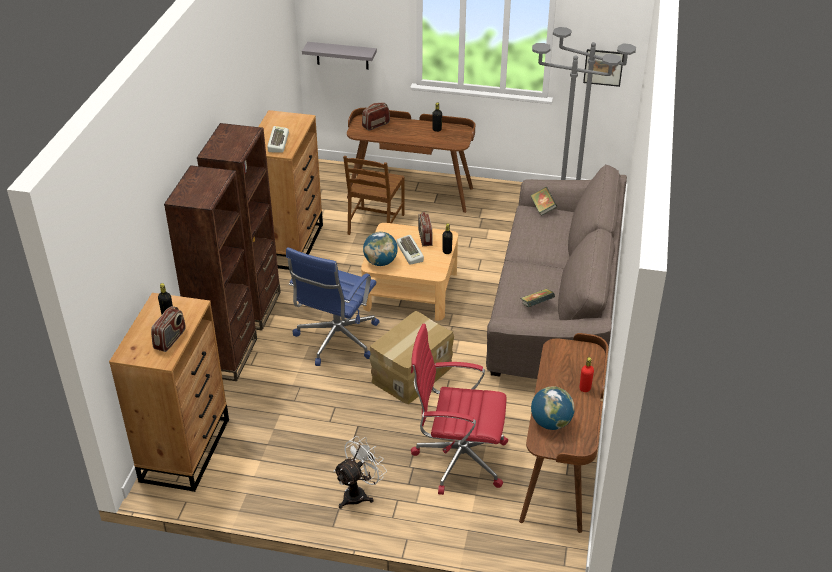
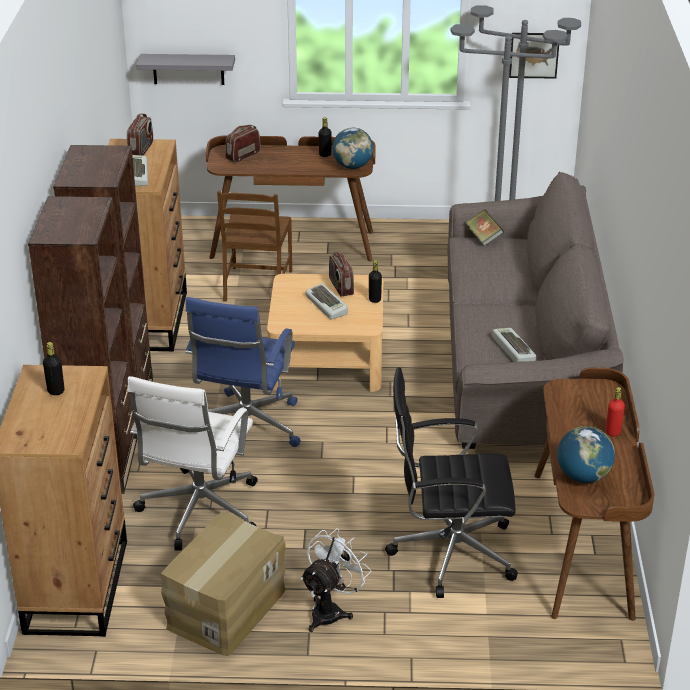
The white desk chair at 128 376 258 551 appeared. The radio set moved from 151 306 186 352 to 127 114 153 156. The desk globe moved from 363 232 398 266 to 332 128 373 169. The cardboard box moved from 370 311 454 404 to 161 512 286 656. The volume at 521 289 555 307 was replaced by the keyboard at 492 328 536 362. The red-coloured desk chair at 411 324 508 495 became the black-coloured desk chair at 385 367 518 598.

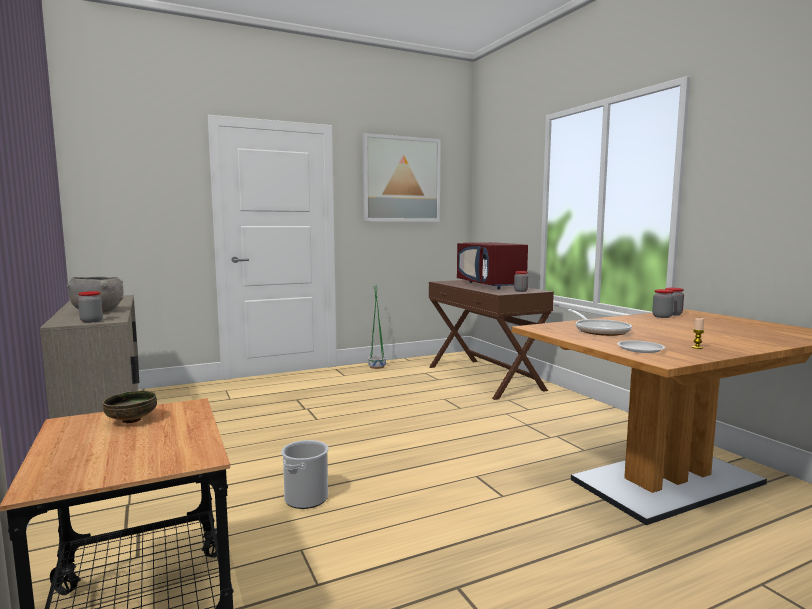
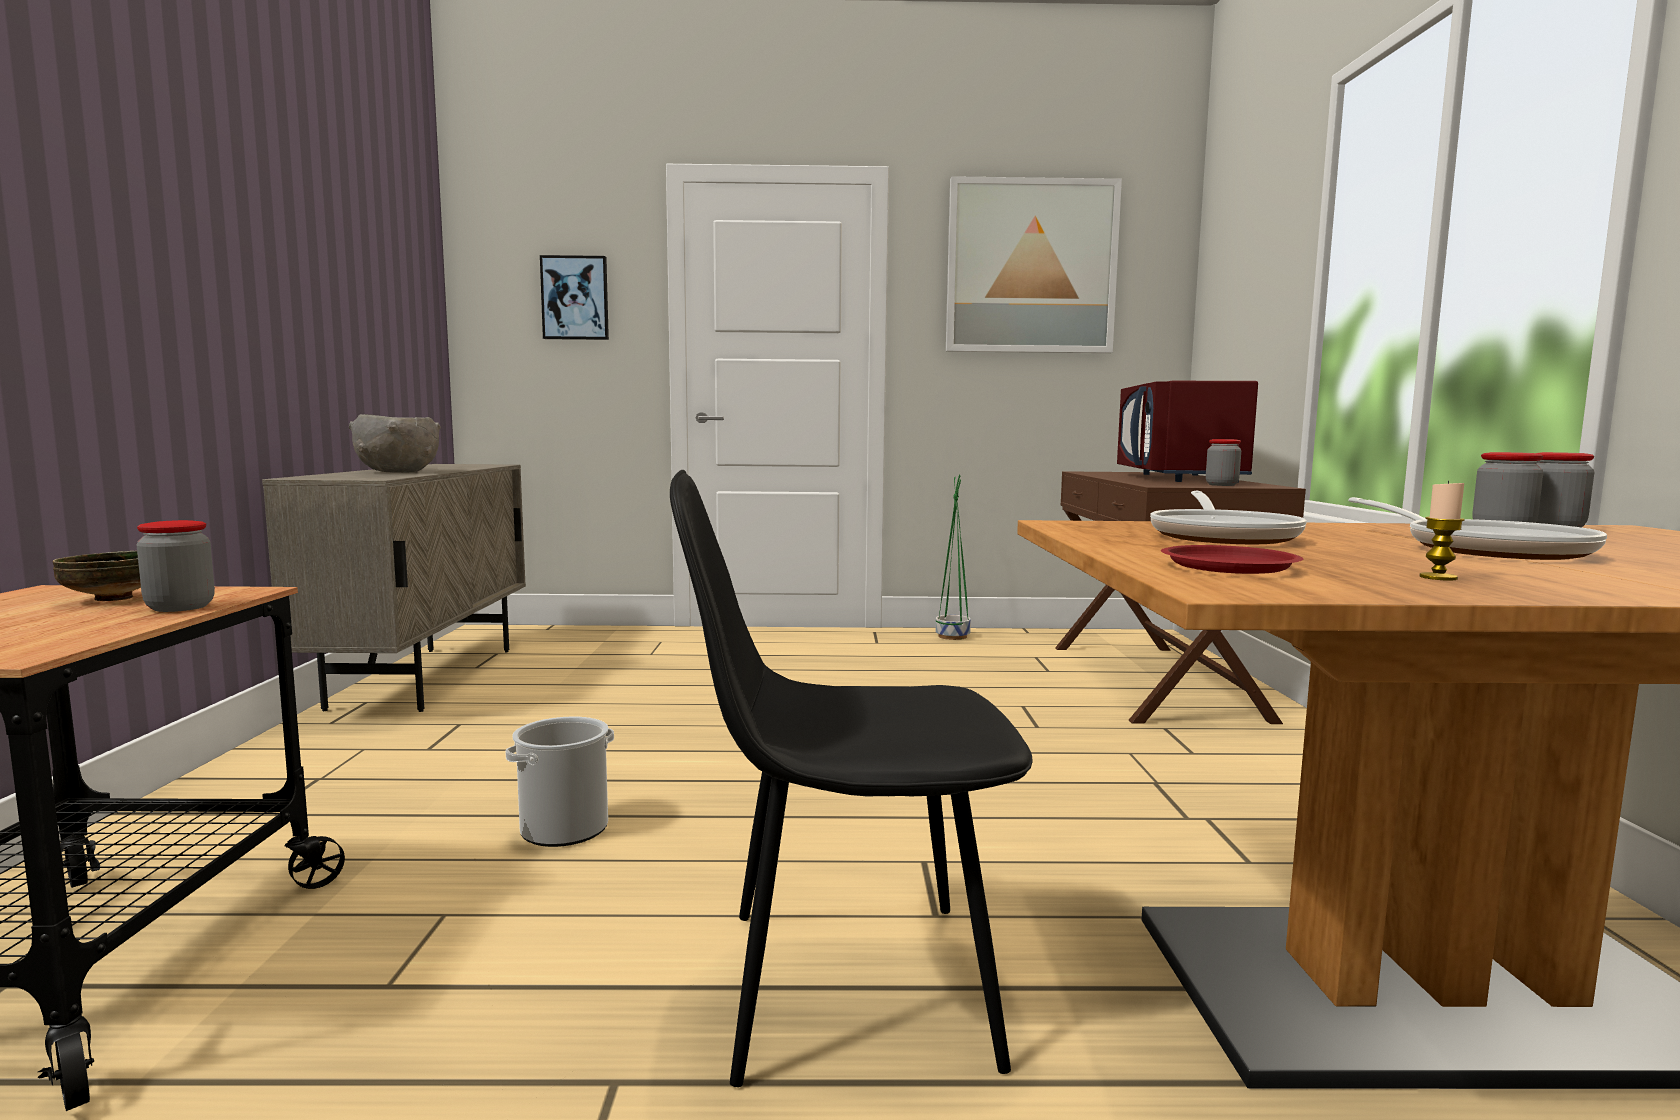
The wall art at 540 255 609 340 appeared. The black-coloured chair at 670 470 1033 1087 appeared. The pan at 1348 497 1607 560 appeared. The jar moved from 78 291 103 323 to 137 520 215 612. The white plate at 617 340 666 353 became the red-coloured plate at 1161 545 1303 574.

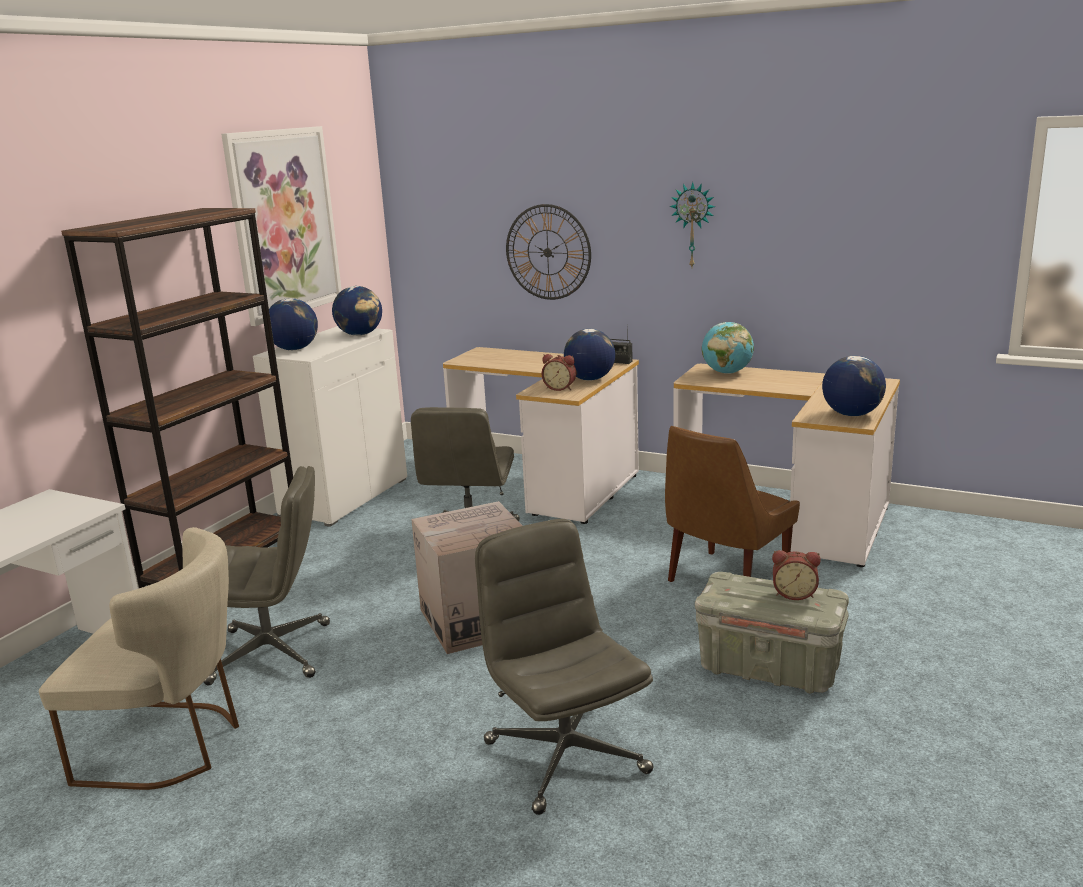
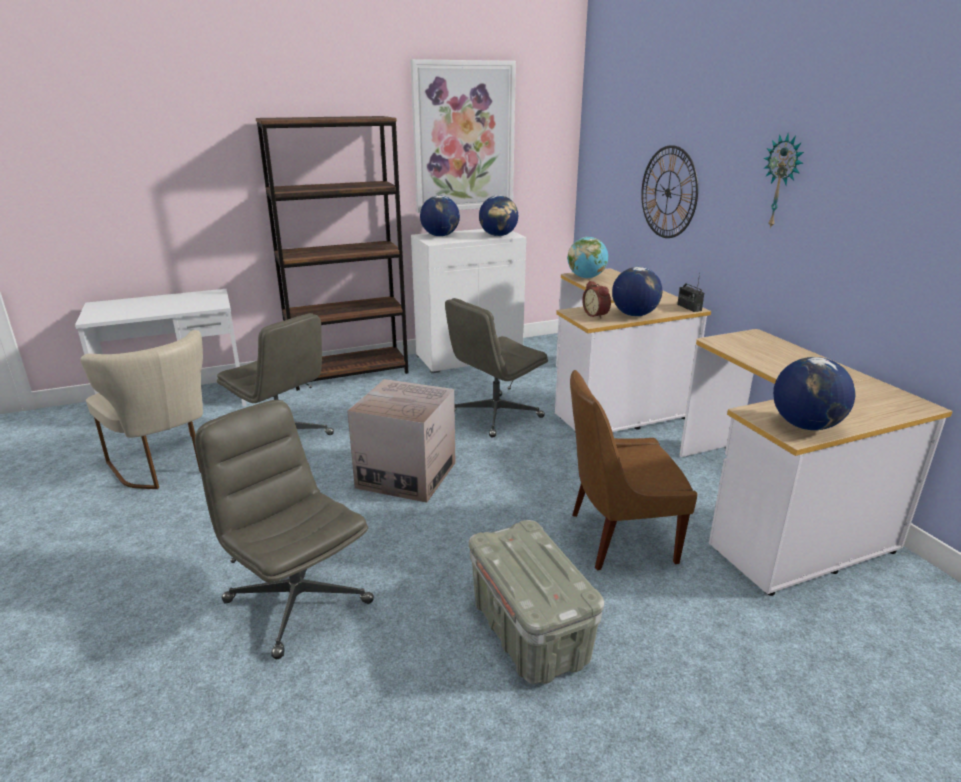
The alarm clock at 772 550 821 600 disappeared. The desk globe moved from 702 322 754 374 to 568 237 608 278. The grey desk chair at 475 519 653 815 turned 60 degrees counterclockwise.

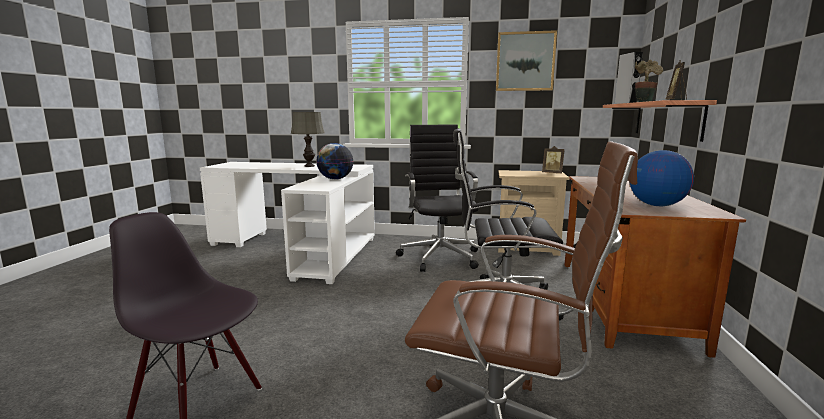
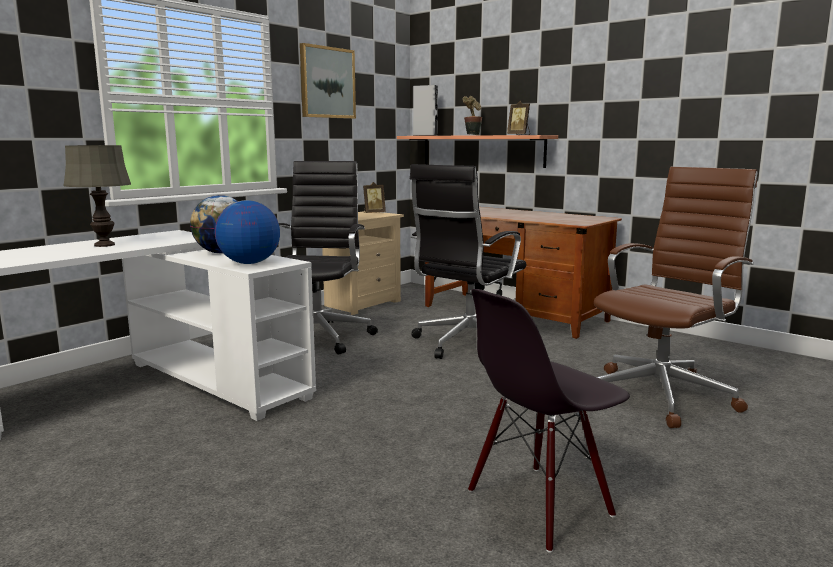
The desk globe moved from 629 150 694 206 to 215 200 280 264. The black-coloured desk chair at 396 125 479 272 turned 75 degrees clockwise.

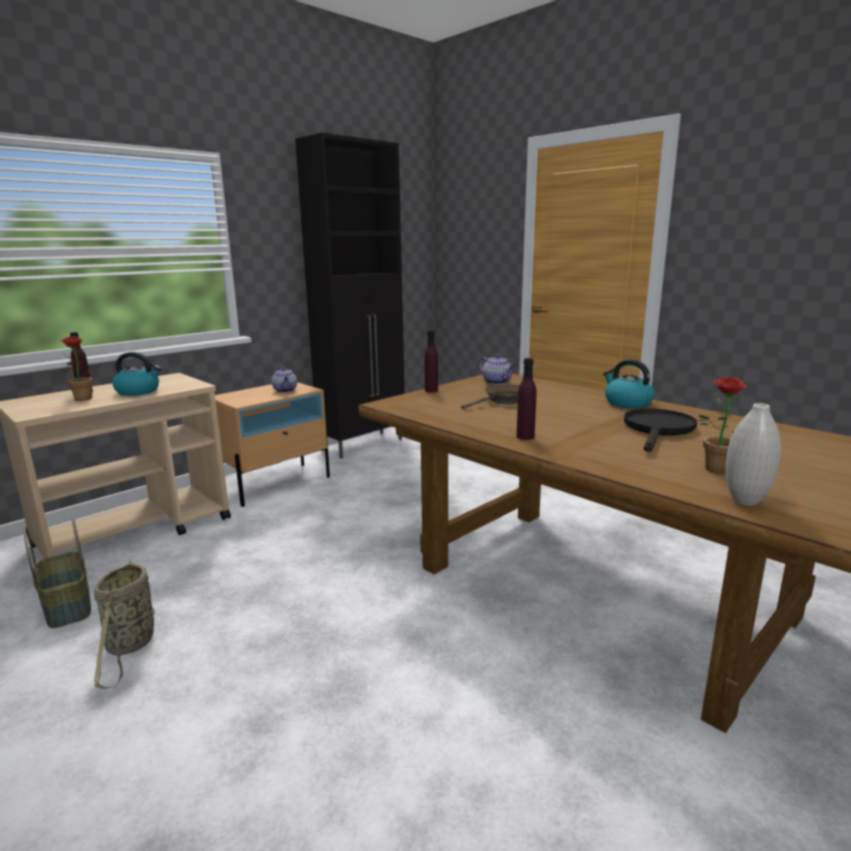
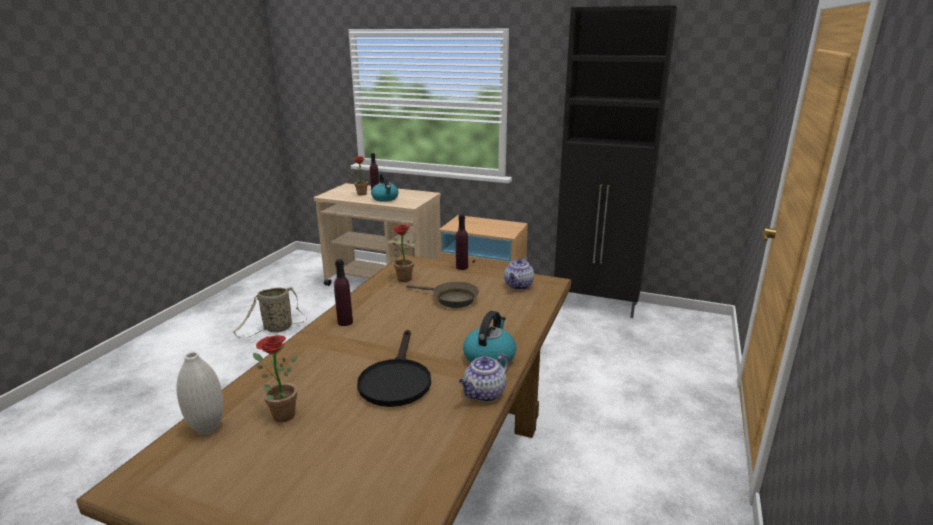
The basket at 23 516 91 628 disappeared. The plant in a pot at 392 225 416 282 appeared. The tea pot moved from 271 367 297 393 to 459 354 509 402. The black-coloured pan at 624 409 697 452 turned 90 degrees clockwise.

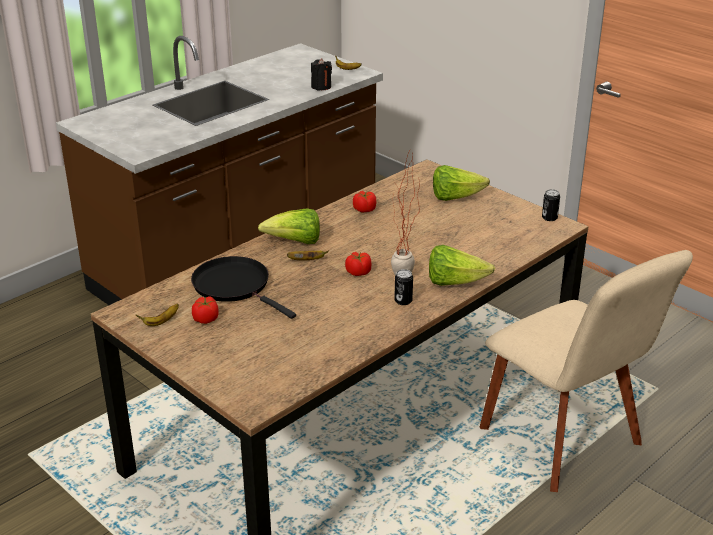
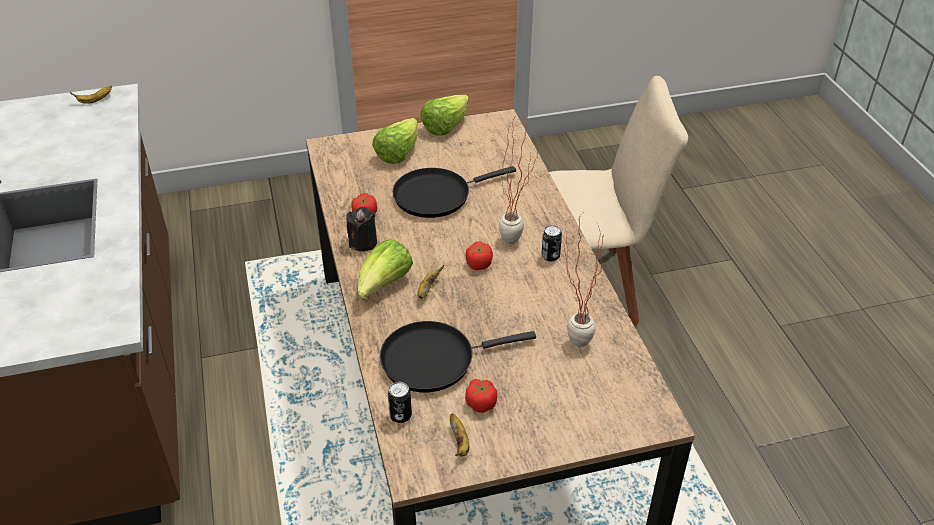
The black-coloured pan at 393 166 516 218 appeared. The plant in a pot at 562 212 604 347 appeared. The black-coloured wax light moved from 311 58 332 90 to 346 207 377 251. The head of lettuce moved from 429 245 495 286 to 420 95 469 136. The metal can moved from 542 189 560 221 to 388 382 412 423.

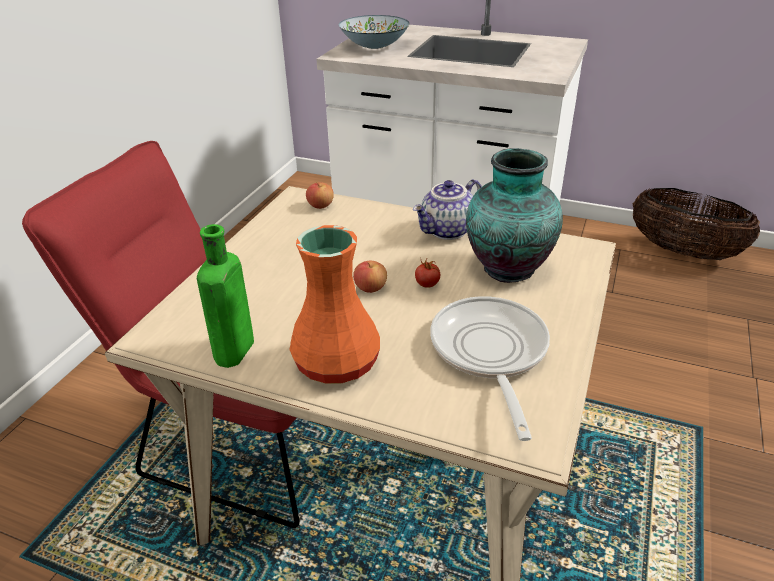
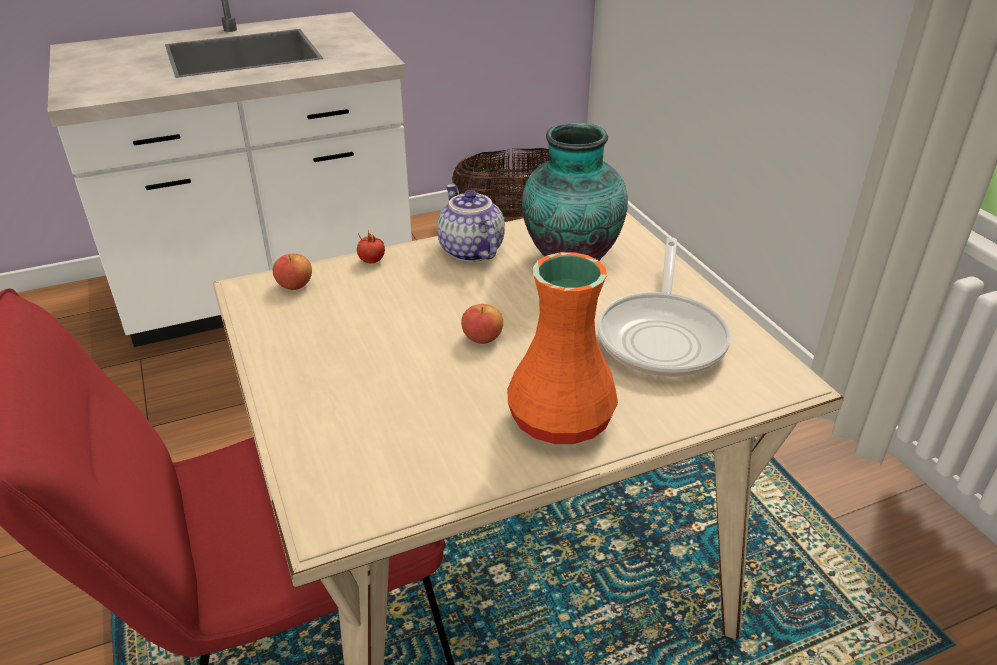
The greenish beverage bottle at 197 224 254 368 disappeared. The deep dish at 339 15 410 49 disappeared. The whole tomato moved from 415 257 440 288 to 357 231 385 263. The tea pot at 413 179 482 240 turned 150 degrees clockwise. The pan at 430 296 550 441 turned 120 degrees counterclockwise.

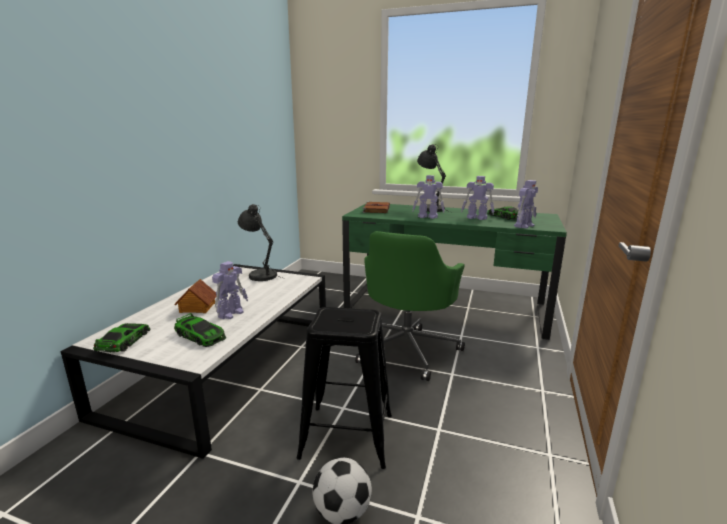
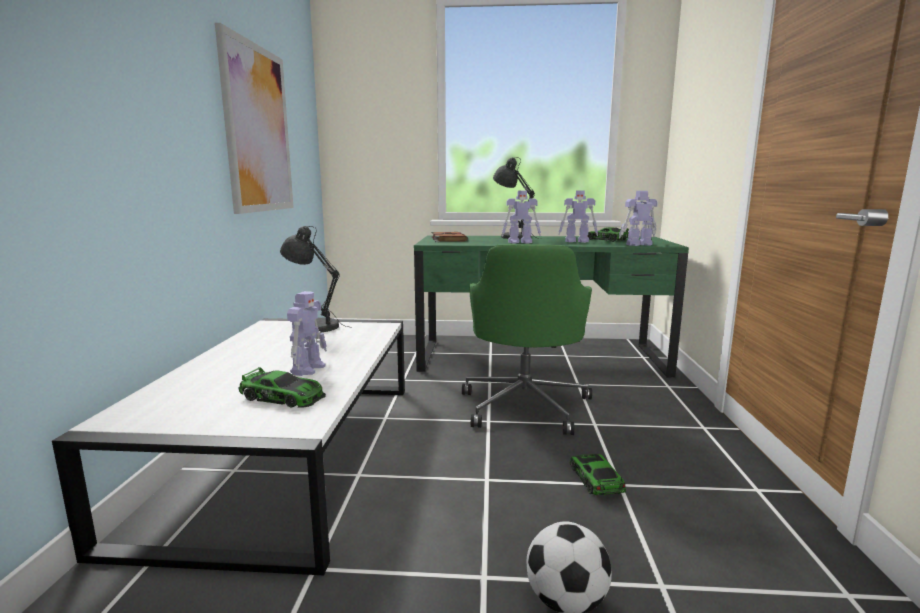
The toy house at 174 279 217 313 disappeared. The black-coloured stool seat at 297 307 392 469 disappeared. The wall art at 215 23 294 214 appeared. The model car moved from 93 323 151 352 to 569 454 626 496. The model robot at 514 180 538 228 turned 135 degrees counterclockwise.

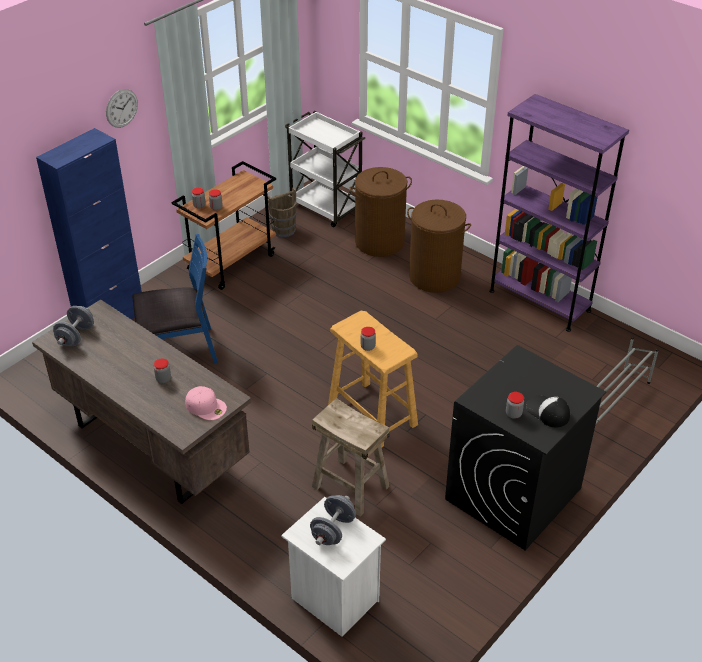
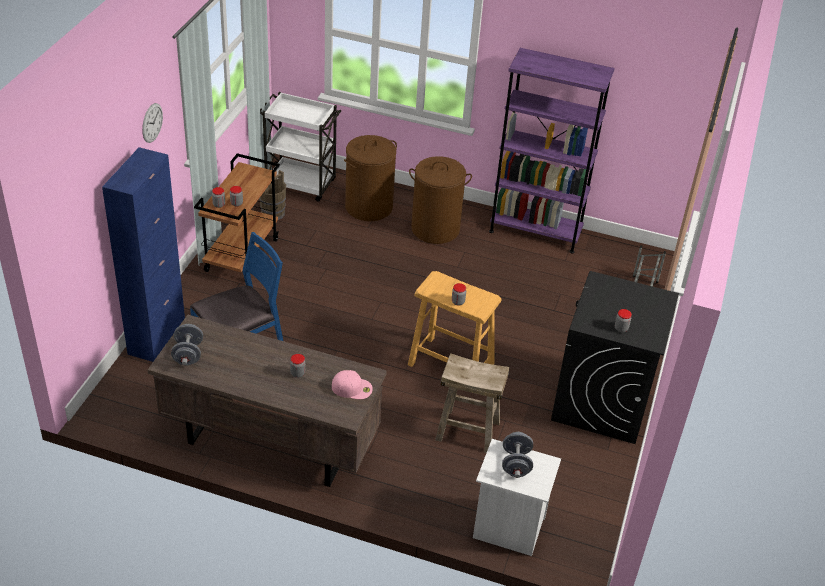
The peaked cap at 526 395 570 427 disappeared.

